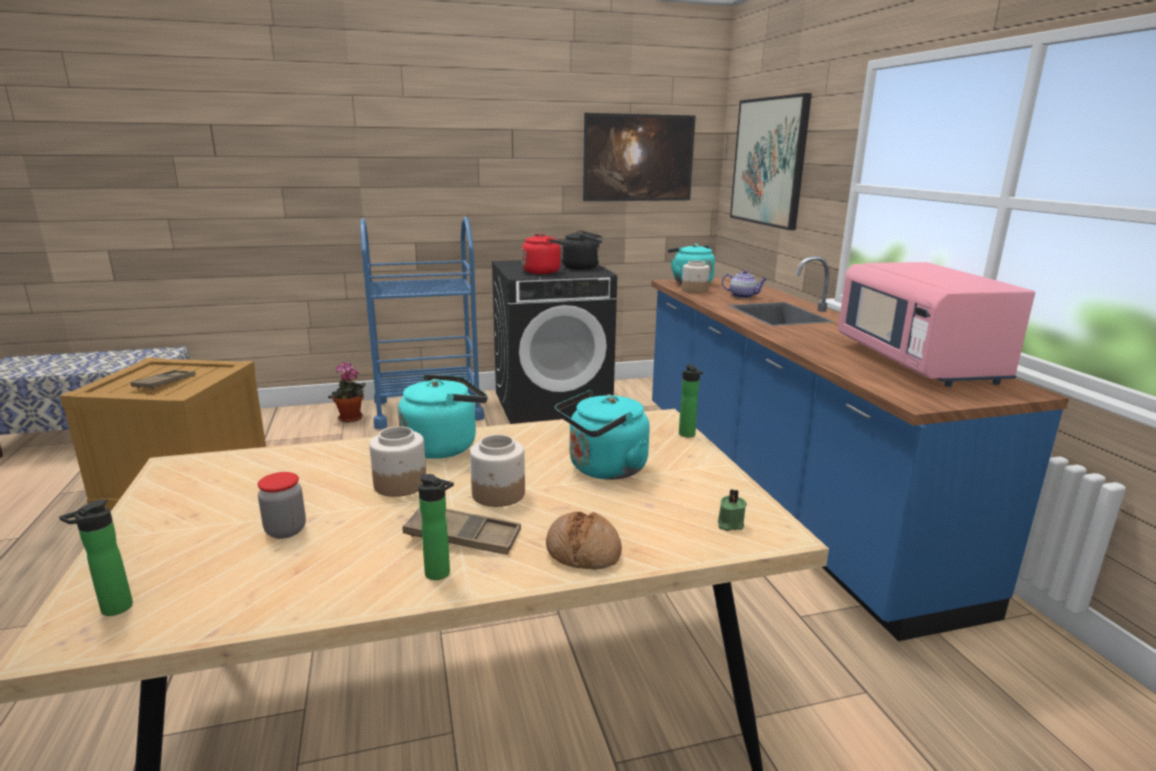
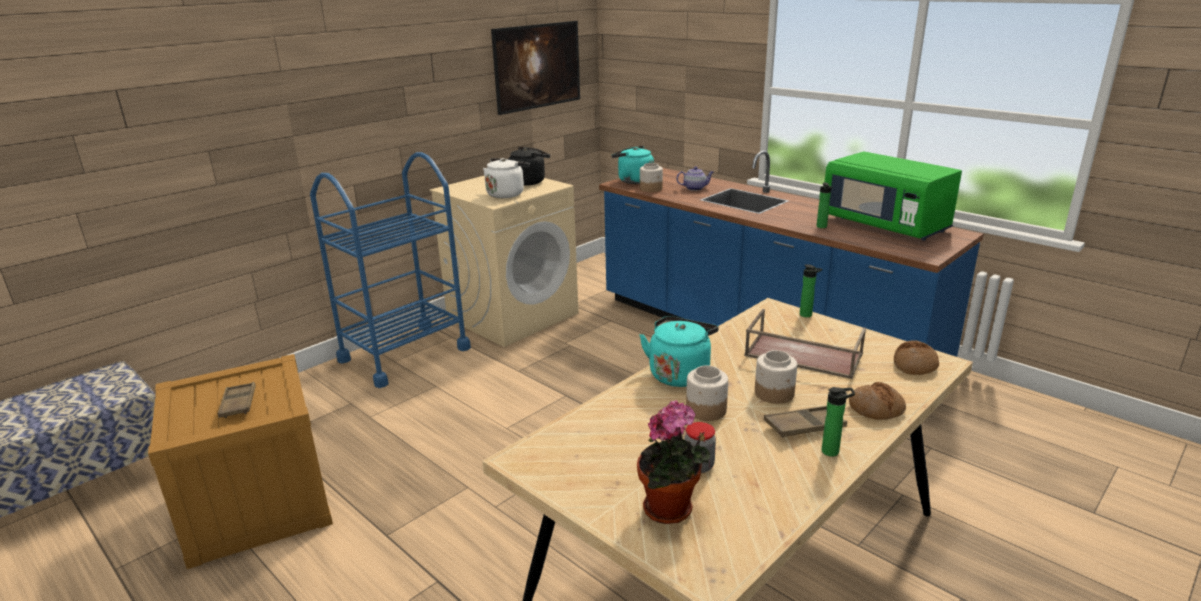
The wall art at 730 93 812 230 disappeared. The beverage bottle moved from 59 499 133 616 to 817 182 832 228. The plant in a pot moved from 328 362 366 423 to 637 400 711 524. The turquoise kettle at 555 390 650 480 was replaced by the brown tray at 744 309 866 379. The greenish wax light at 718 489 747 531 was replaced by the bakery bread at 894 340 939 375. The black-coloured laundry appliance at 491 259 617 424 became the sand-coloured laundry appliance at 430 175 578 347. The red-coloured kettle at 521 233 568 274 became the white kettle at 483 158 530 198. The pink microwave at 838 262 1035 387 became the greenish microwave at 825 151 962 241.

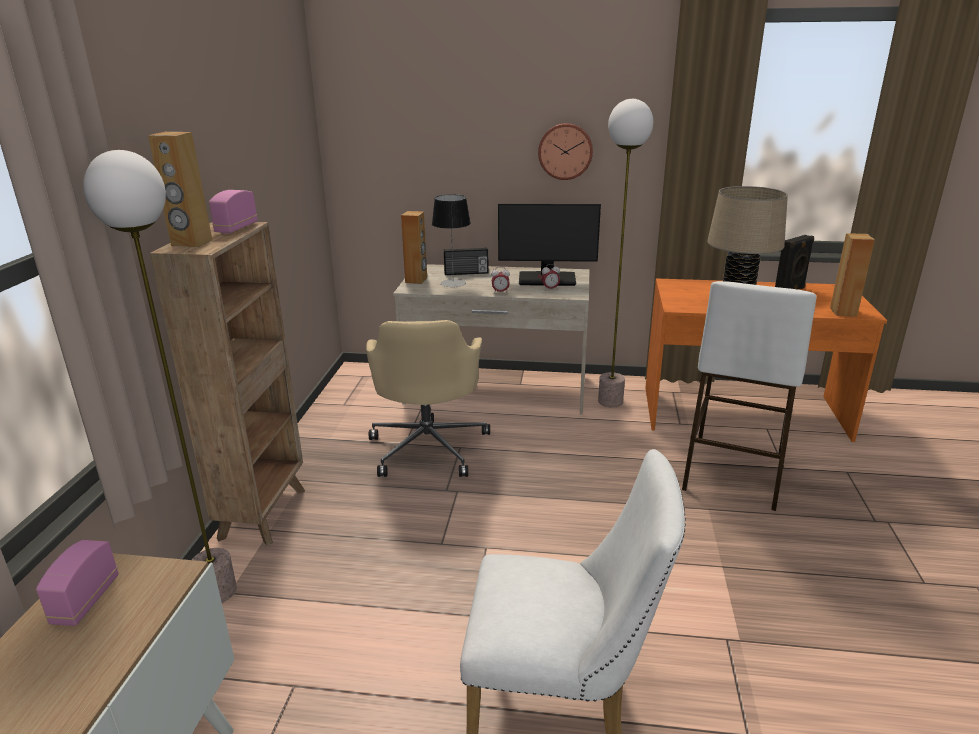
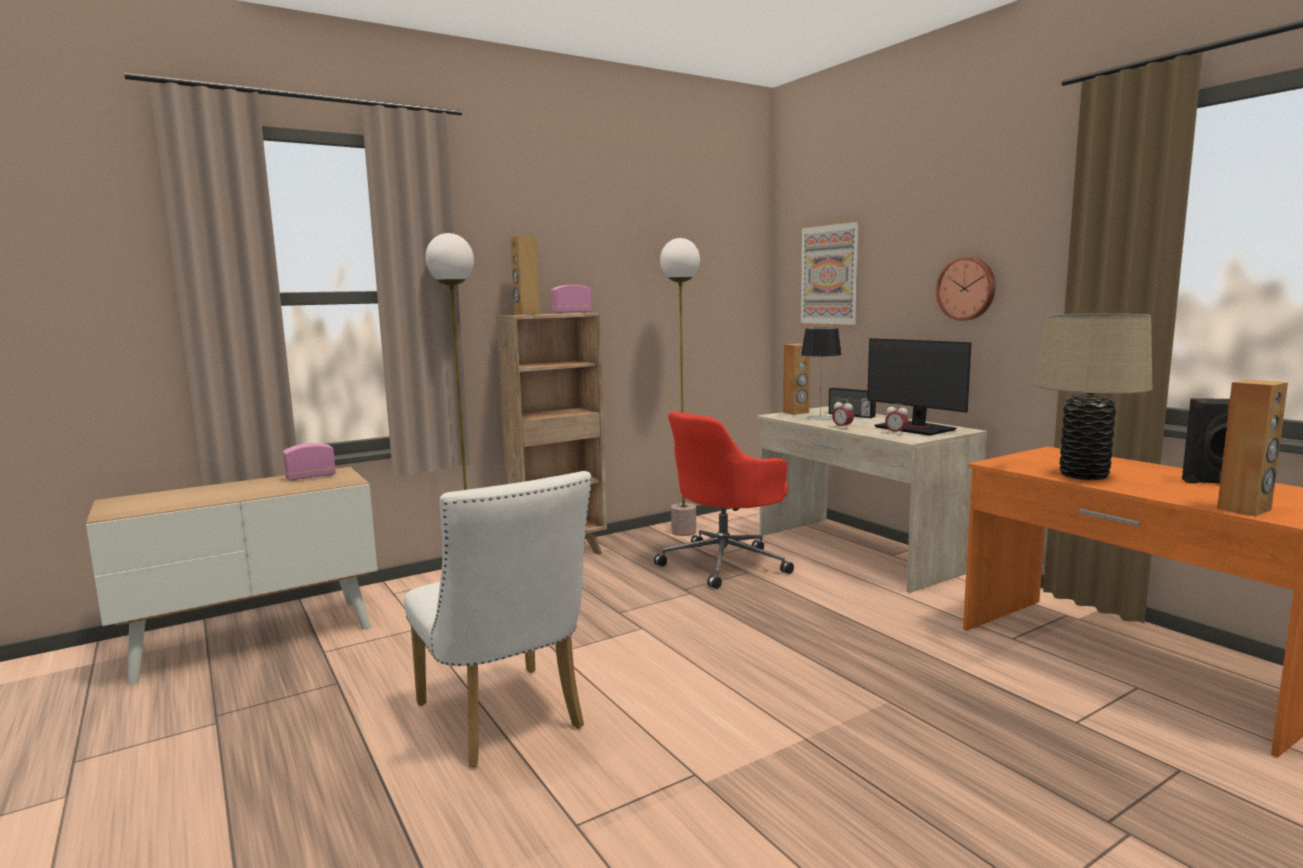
The white stool seat at 682 281 817 511 disappeared. The wall art at 799 219 860 327 appeared. The standard lamp moved from 598 99 653 407 to 660 238 700 536. The sand-coloured desk chair at 366 320 490 477 became the red-coloured desk chair at 654 412 794 589.

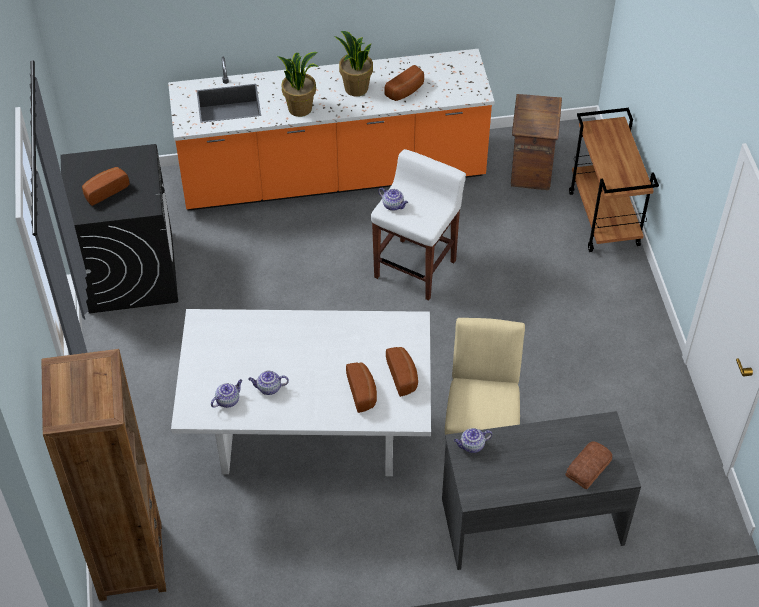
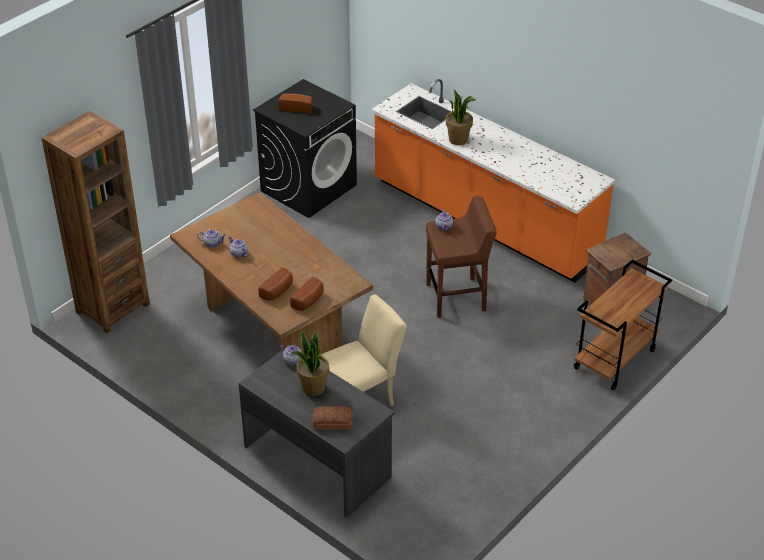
The bakery bread at 384 65 424 101 disappeared. The plant in a pot moved from 335 31 373 96 to 291 330 329 396. The white kitchen table at 171 309 431 476 became the brown kitchen table at 170 192 373 355. The white stool seat at 371 149 466 301 became the brown stool seat at 426 196 497 318.

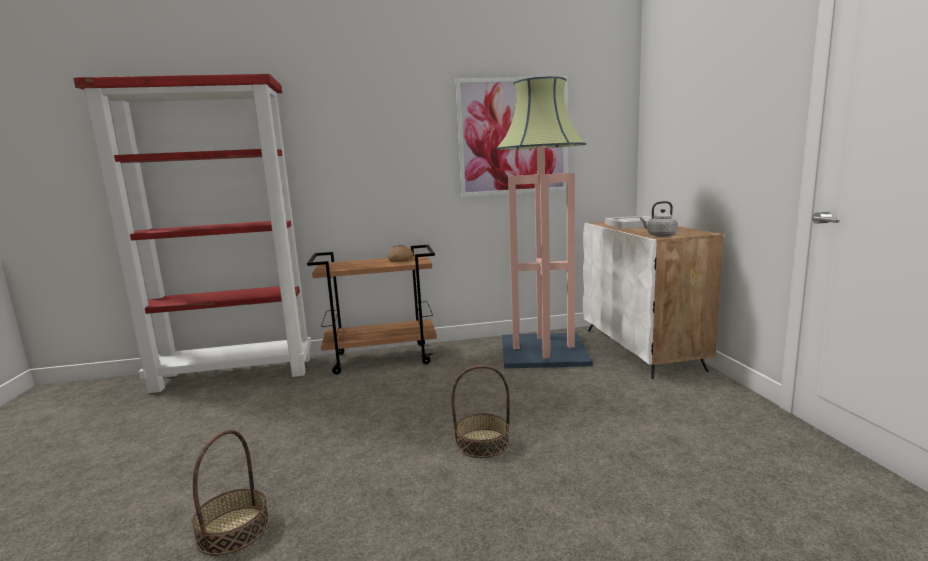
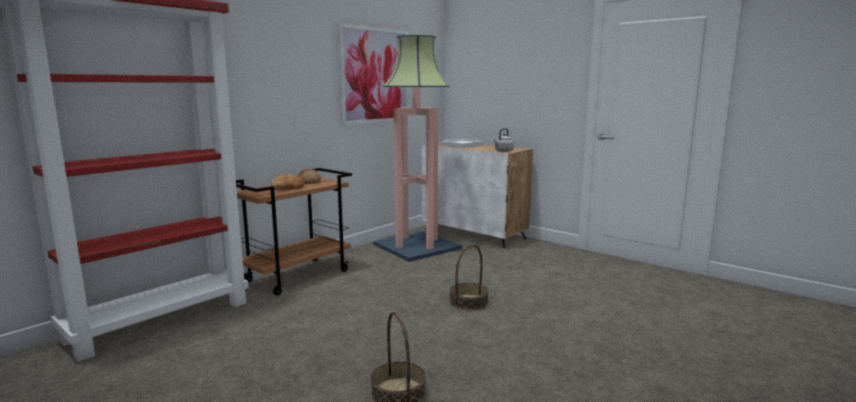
The bakery bread at 271 174 304 190 appeared.

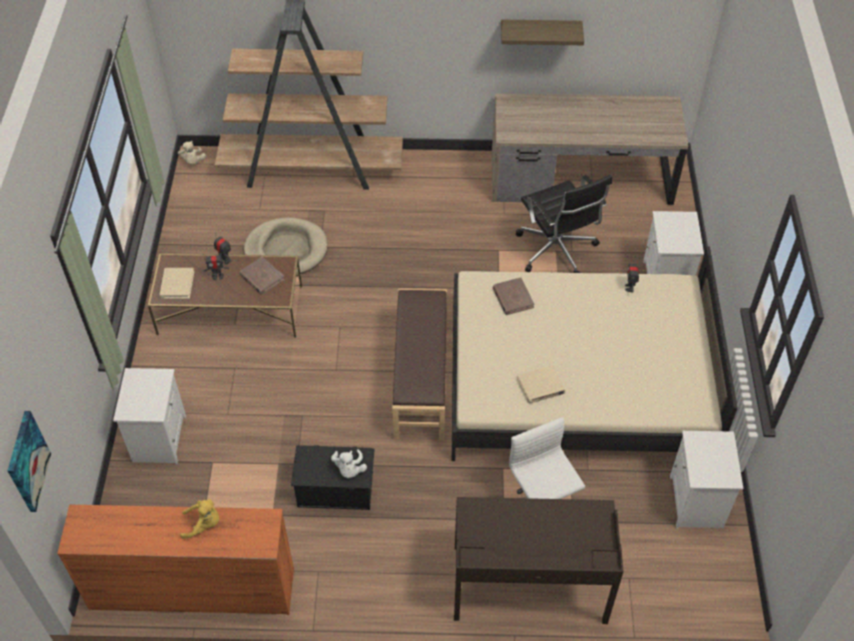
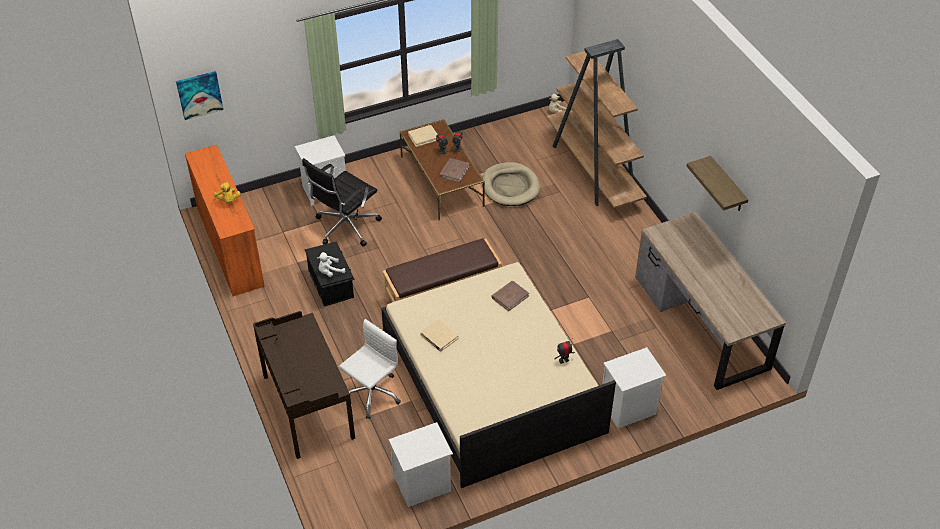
The black-coloured desk chair moved from 516 175 612 273 to 302 158 382 246.

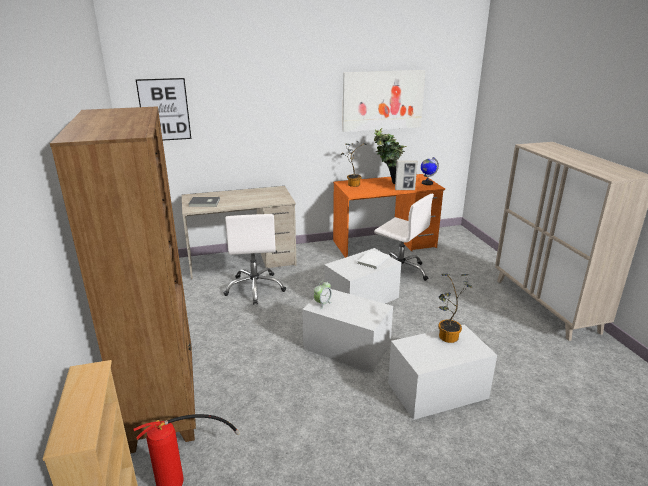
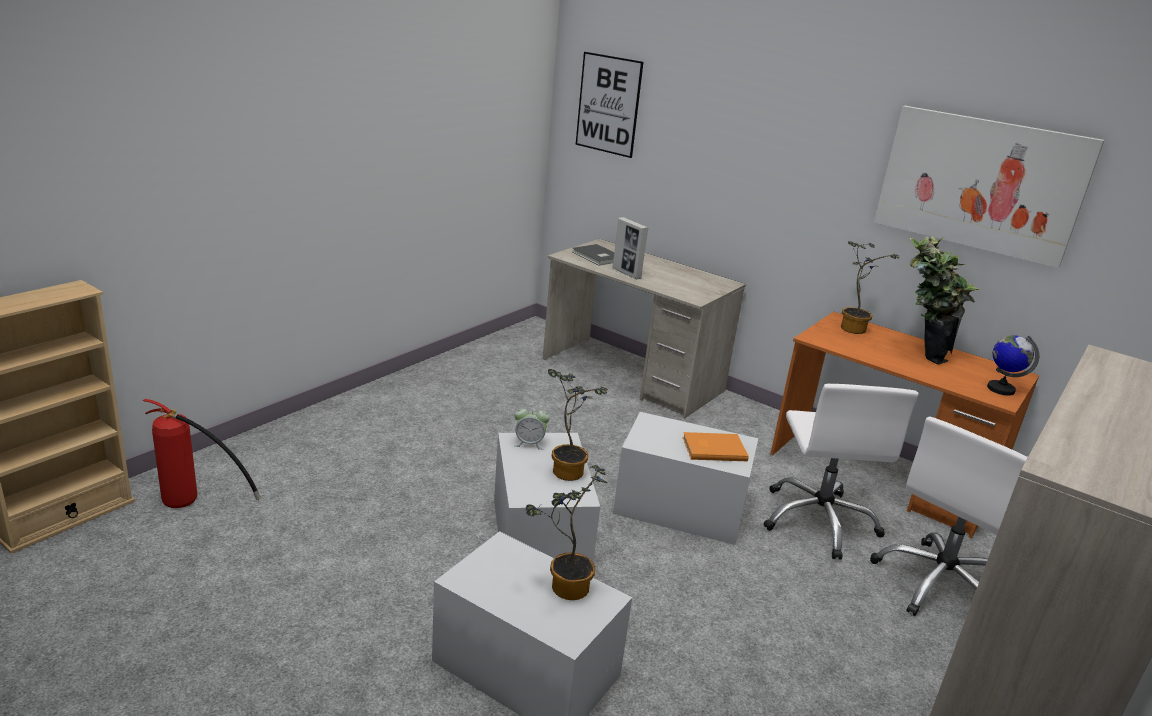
The brown shelving unit at 50 106 196 454 disappeared. The plant in a pot at 548 369 608 481 appeared. The white desk chair moved from 223 214 287 305 to 870 417 1028 616. The standing frame moved from 395 160 418 190 to 613 217 648 279. The white volume at 357 250 390 269 became the orangey volume at 682 432 749 461.

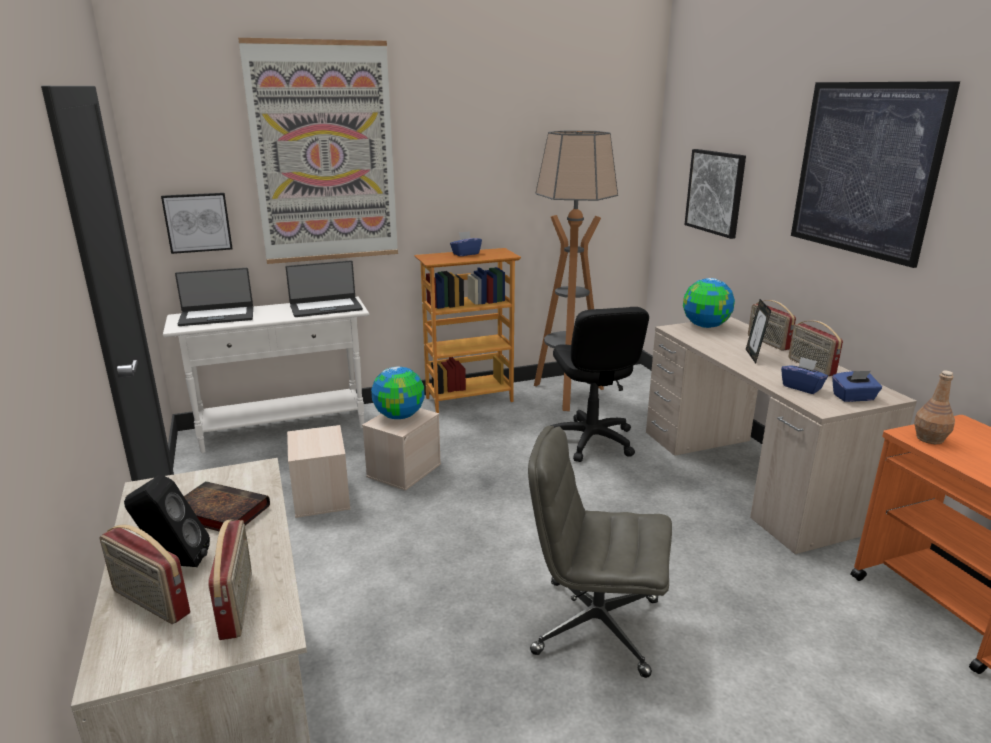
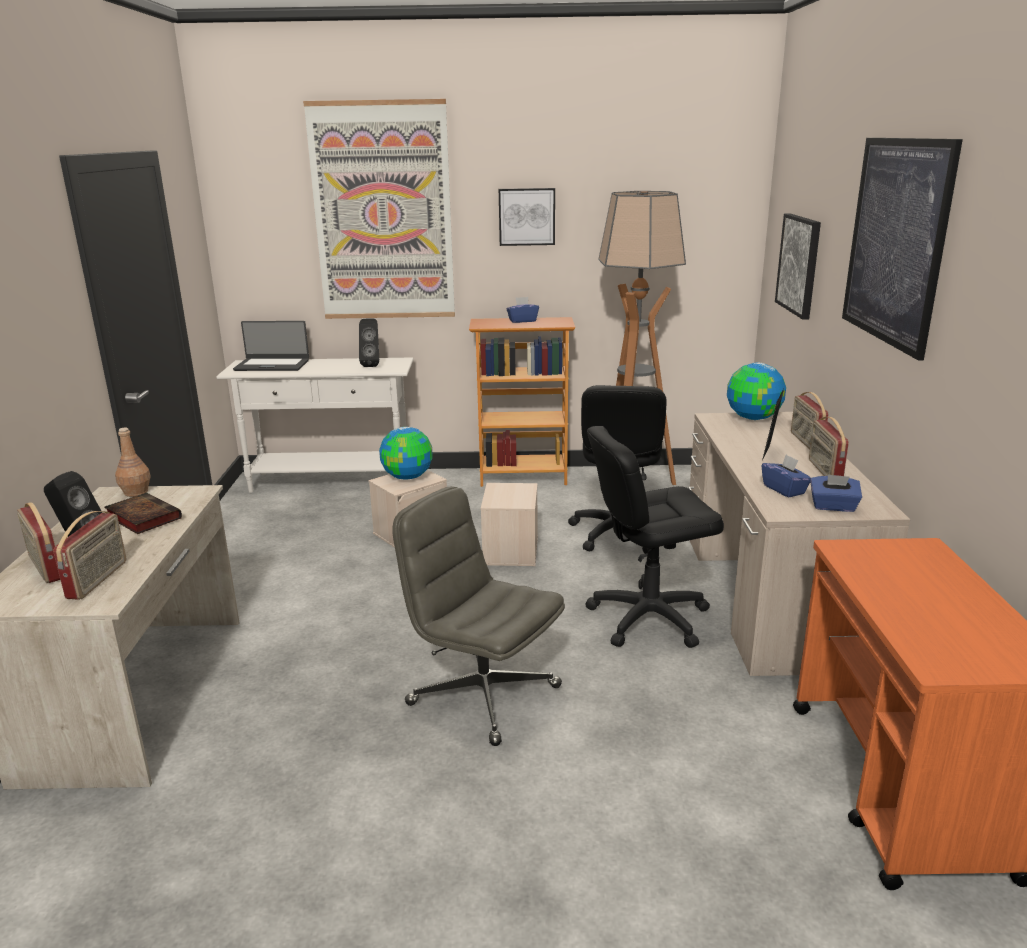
The black-coloured desk chair at 585 426 724 648 appeared. The wall art moved from 161 193 233 254 to 499 188 555 246. The sand-coloured storage box moved from 287 425 350 518 to 481 483 538 566. The brown beverage bottle moved from 914 371 955 444 to 115 428 151 497. The notebook computer at 286 260 363 317 was replaced by the black-coloured speaker at 359 318 379 367.

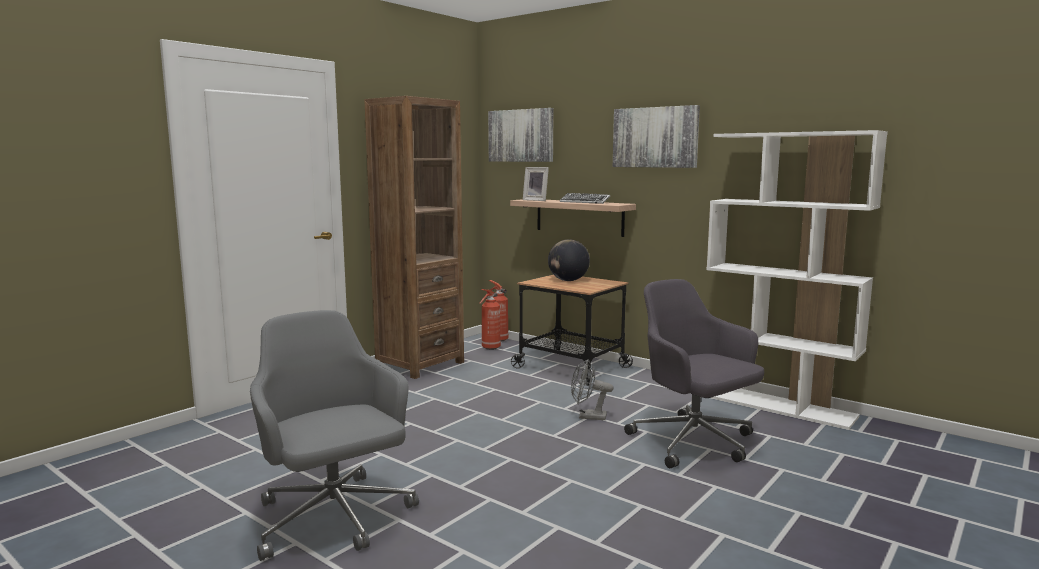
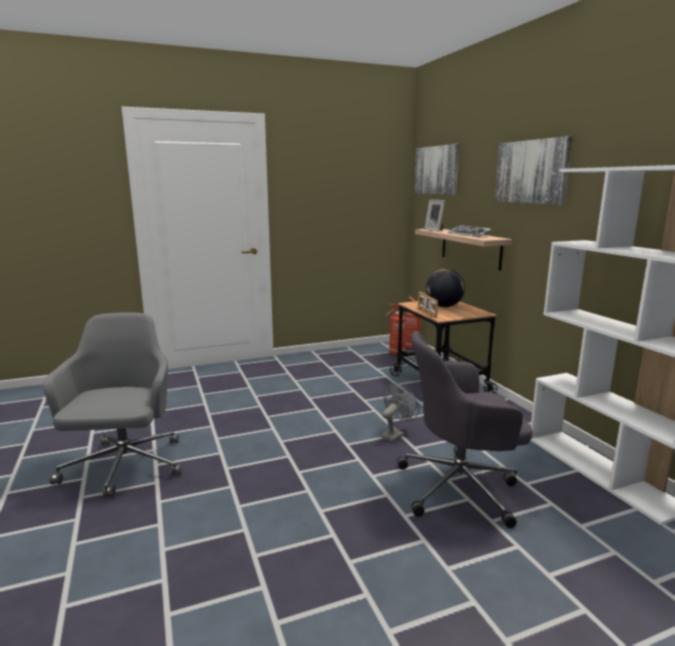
The brown shelving unit at 364 96 464 379 disappeared. The standing frame at 418 292 438 318 appeared. The grey cooling fan at 571 359 614 420 turned 90 degrees clockwise. The grey desk chair at 624 279 764 468 turned 90 degrees counterclockwise.

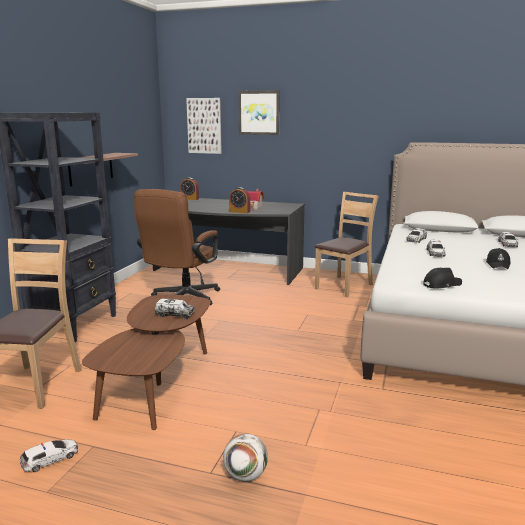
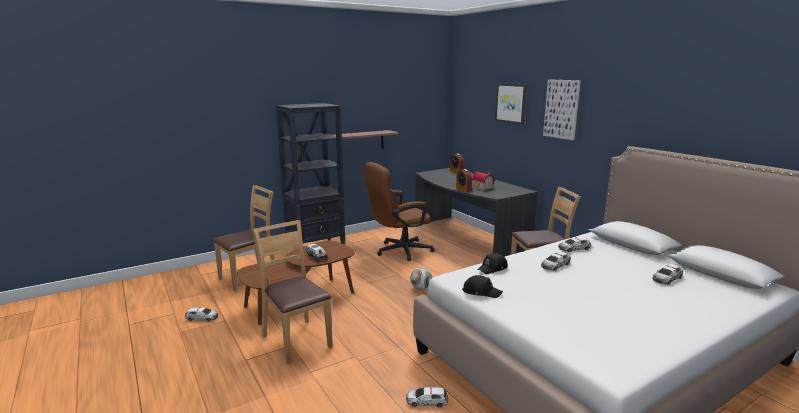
The brown chair at 252 220 333 364 appeared. The model car at 406 387 448 408 appeared. The wall art moved from 186 98 222 154 to 543 79 581 140. The football moved from 223 433 268 481 to 410 267 432 290. The black-coloured peaked cap moved from 486 248 511 269 to 477 253 508 274.

